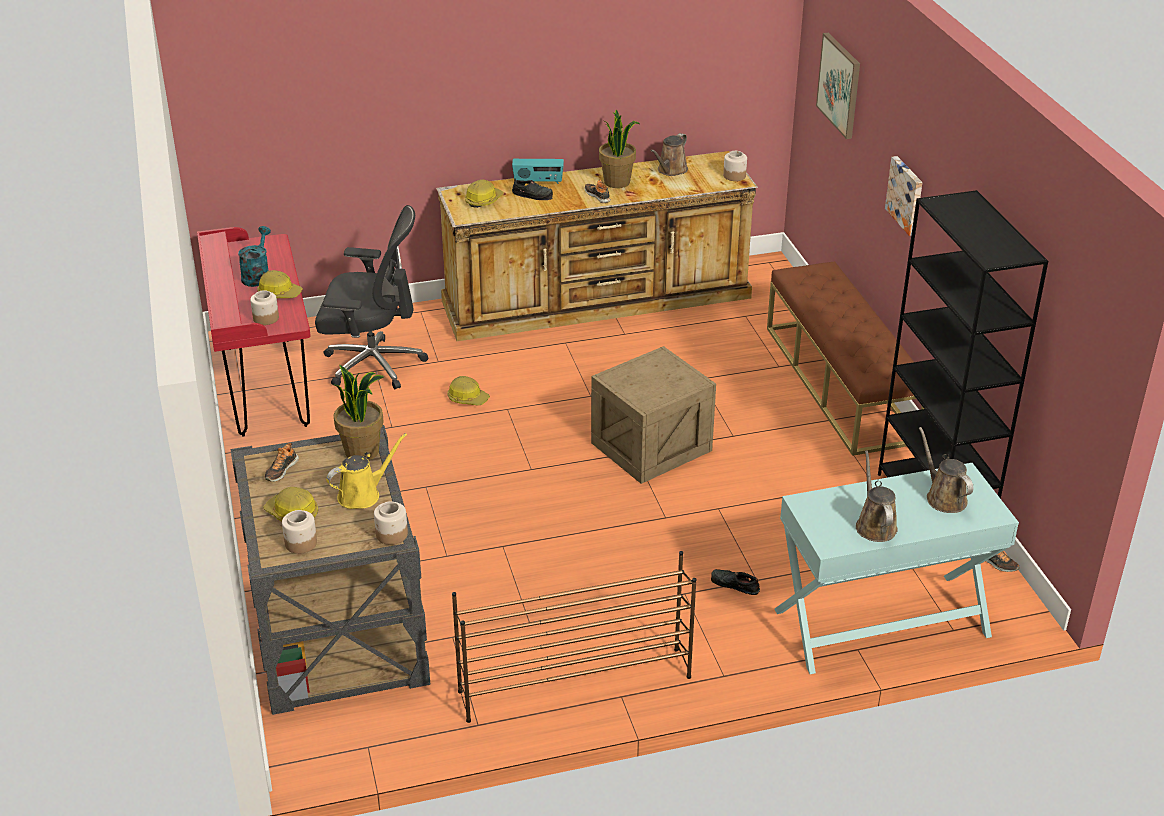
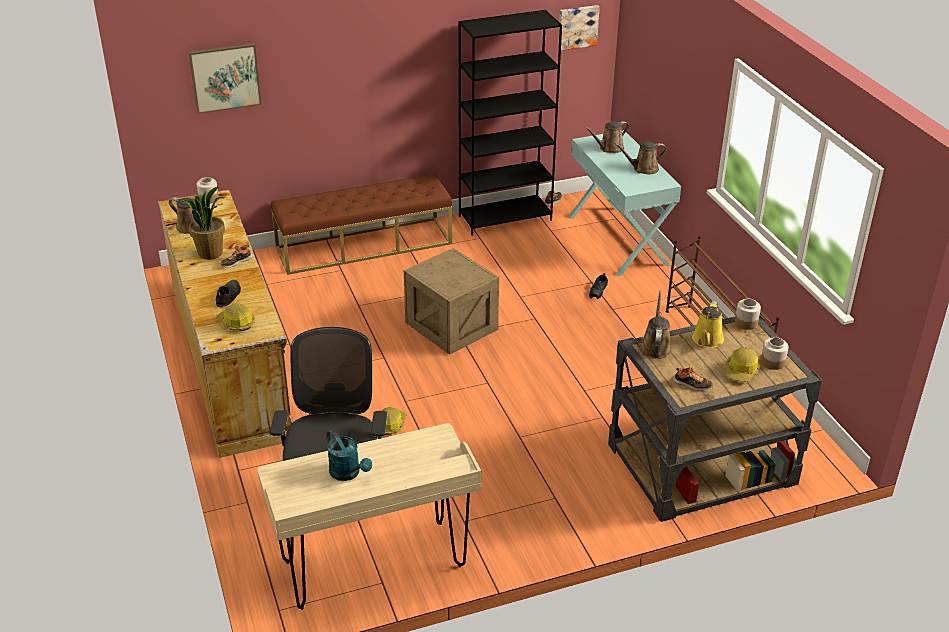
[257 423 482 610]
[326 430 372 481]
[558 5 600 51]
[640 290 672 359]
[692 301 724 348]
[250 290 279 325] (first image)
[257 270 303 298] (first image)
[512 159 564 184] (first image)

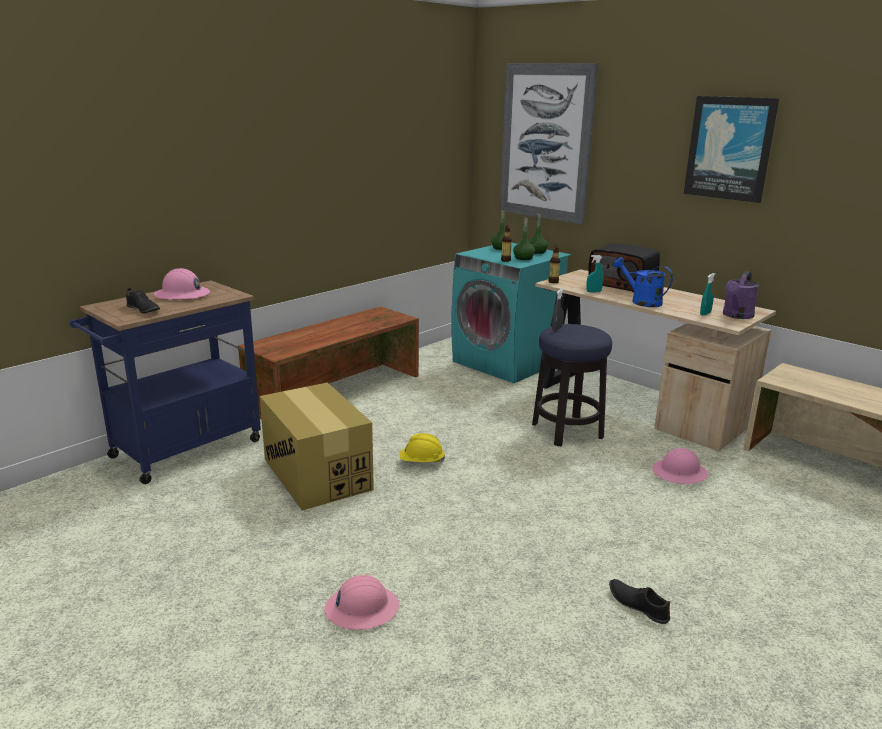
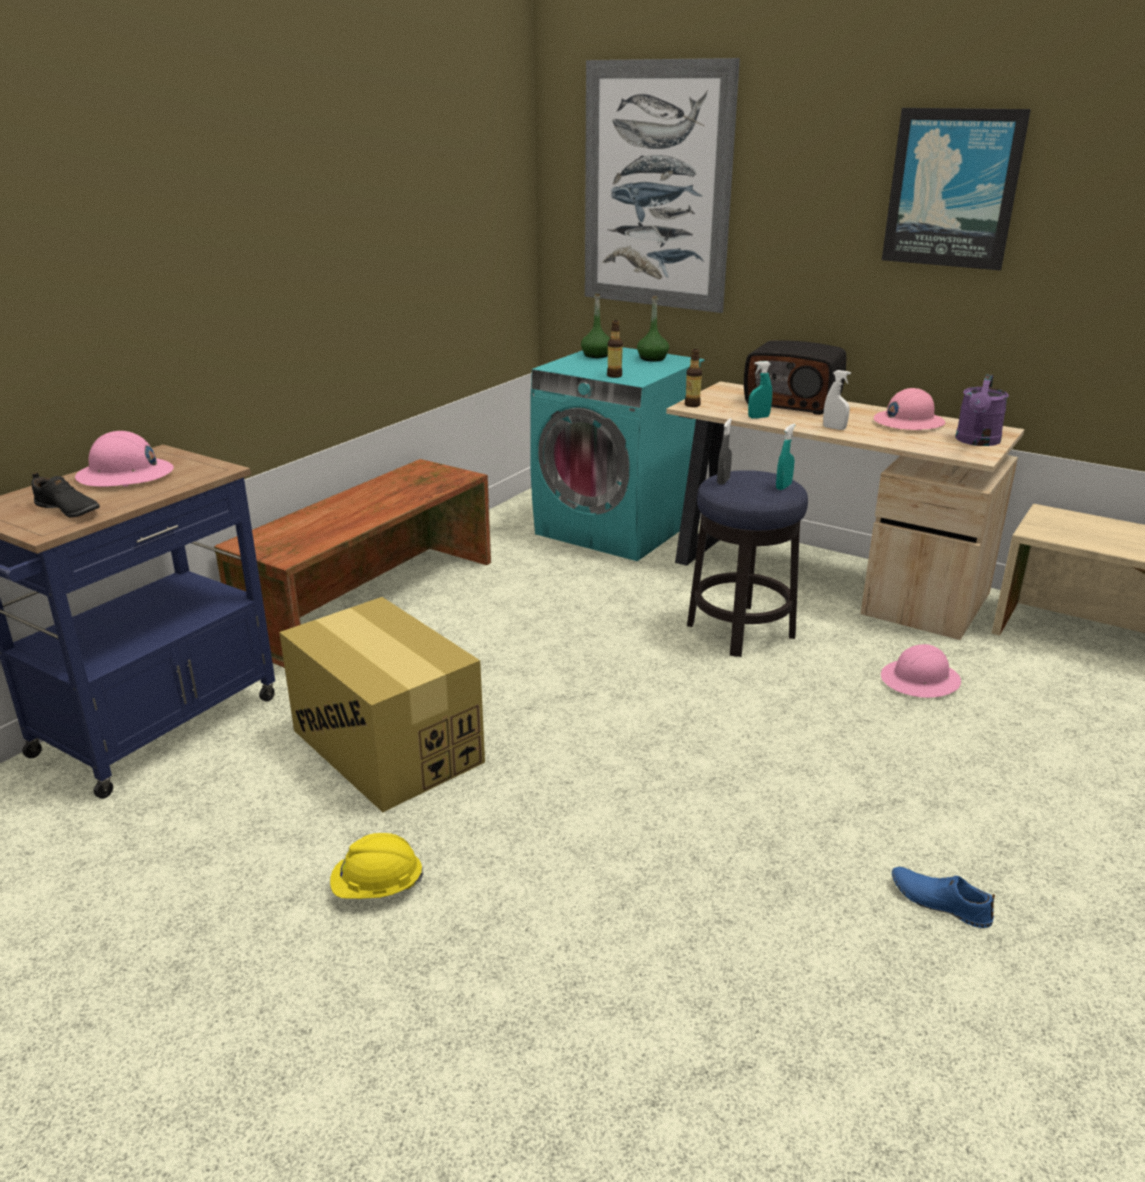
[330 833 424 899]
[776 424 795 490]
[823 370 851 430]
[874 388 945 430]
[892 867 995 928]
[513 216 535 260] (first image)

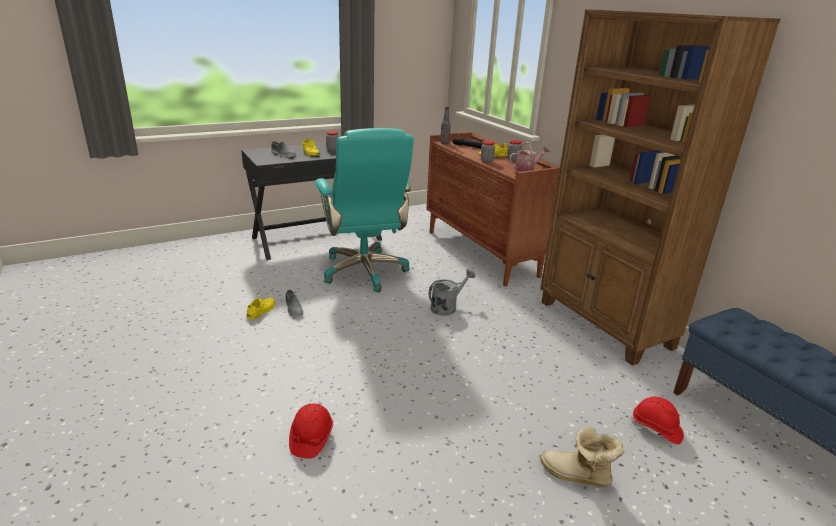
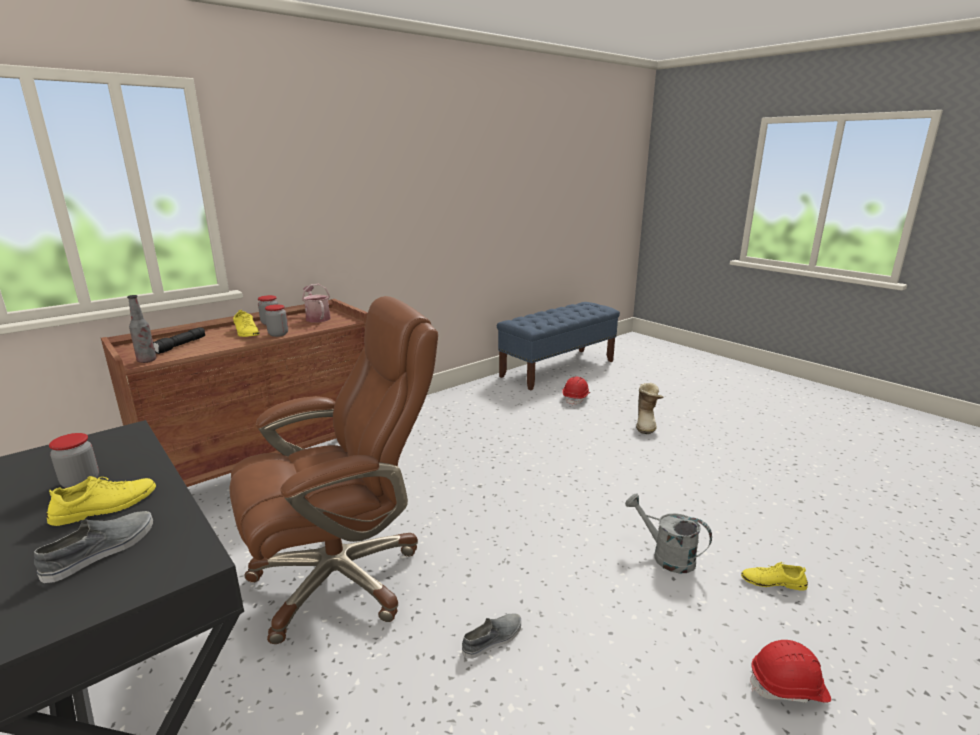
[230 296 438 644]
[625 494 712 573]
[741 562 808 591]
[750 640 831 703]
[540 9 781 366] (first image)

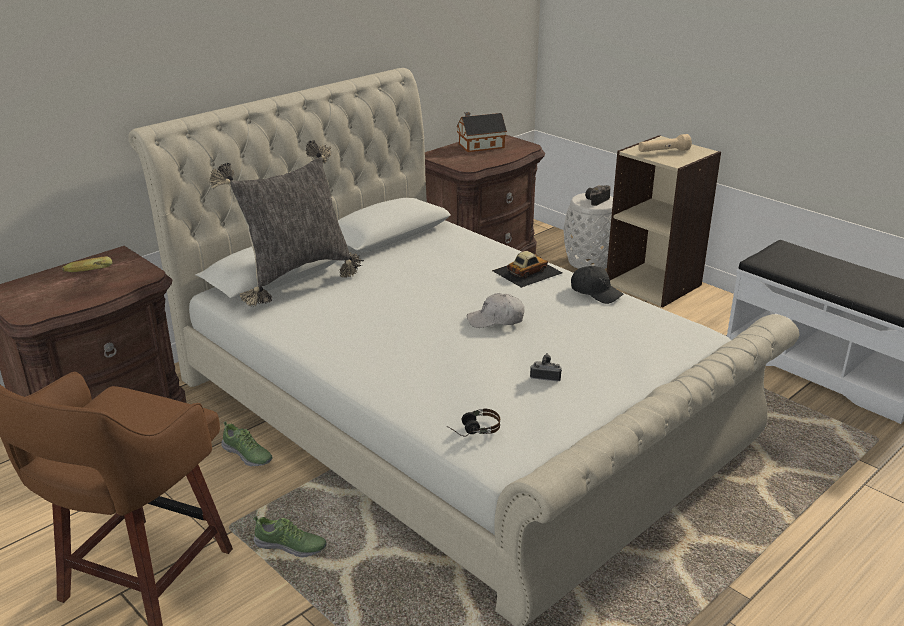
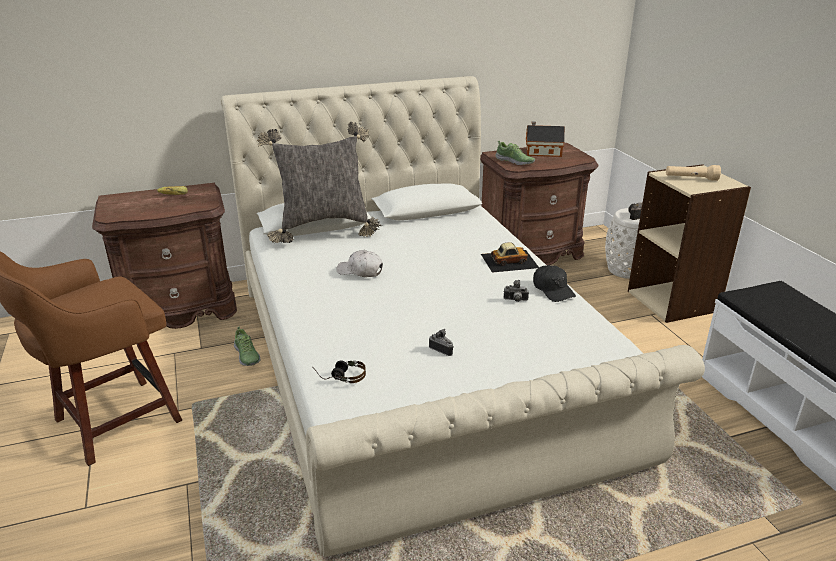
[336 250 383 277]
[495 140 535 165]
[504 280 529 302]

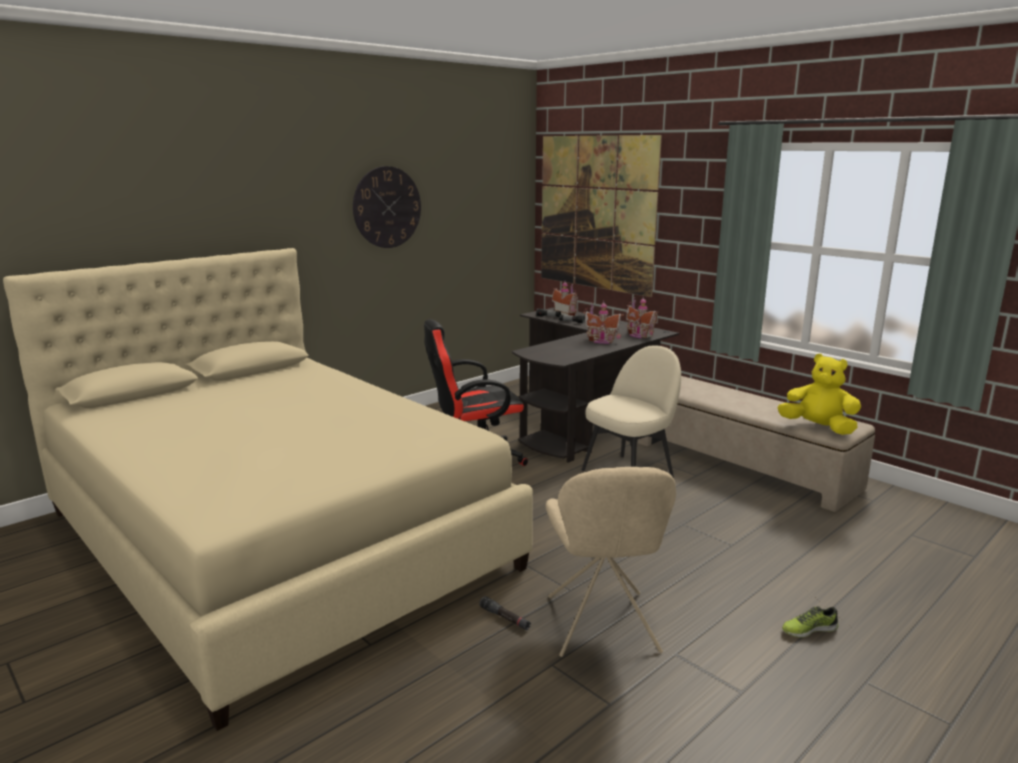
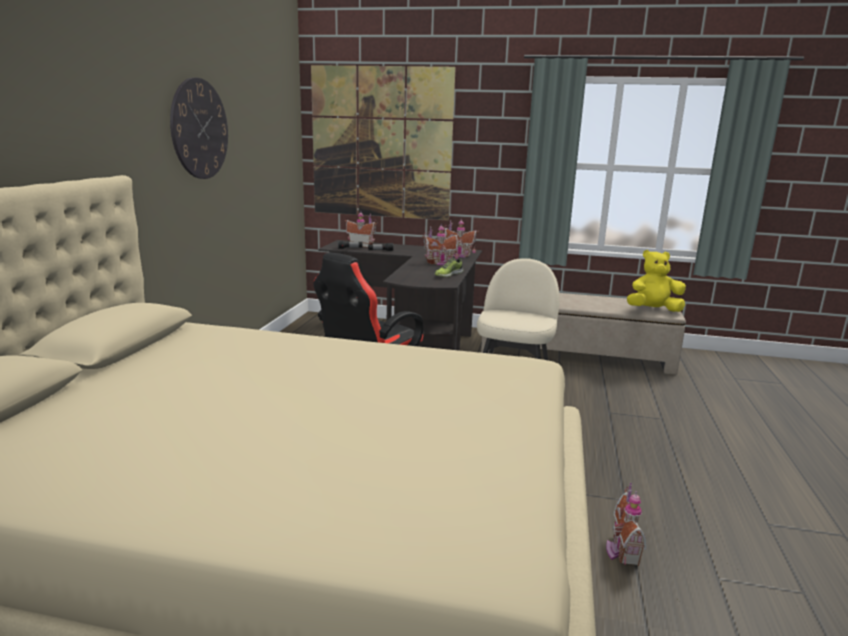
[435 258 463 277]
[606 483 647 566]
[546 467 676 657] (first image)

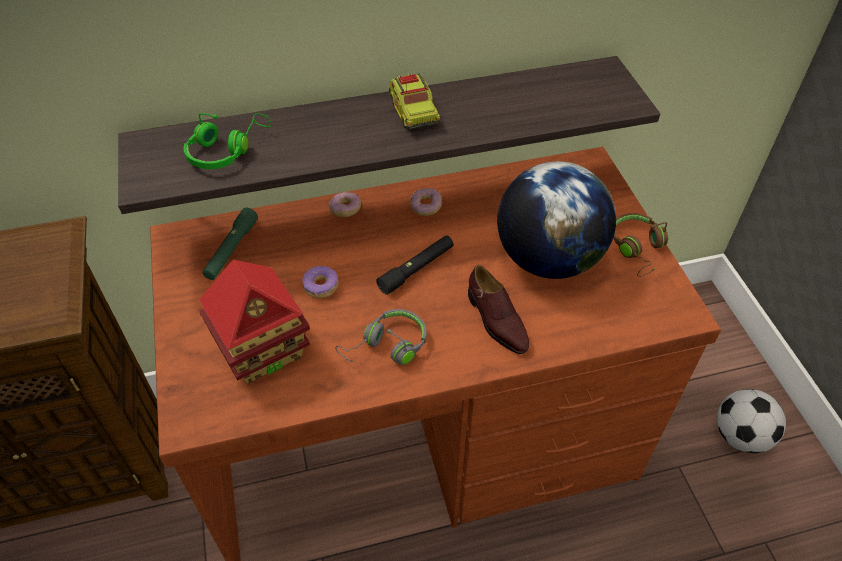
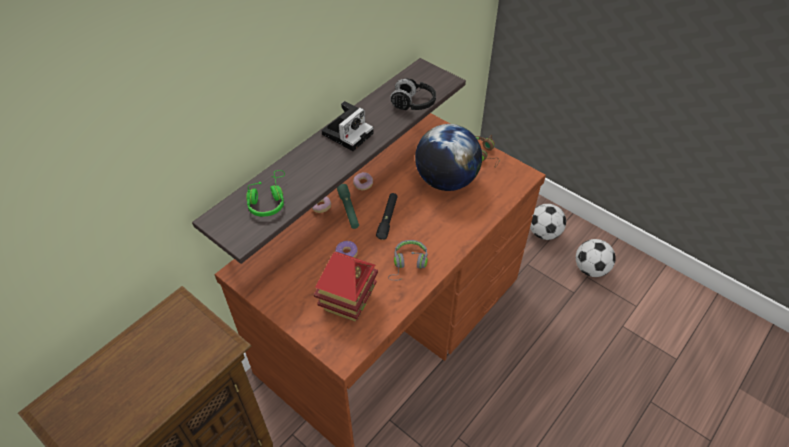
[322 101 373 151]
[337 184 359 229]
[390 78 436 110]
[576 239 616 277]
[468 265 529 354] (first image)

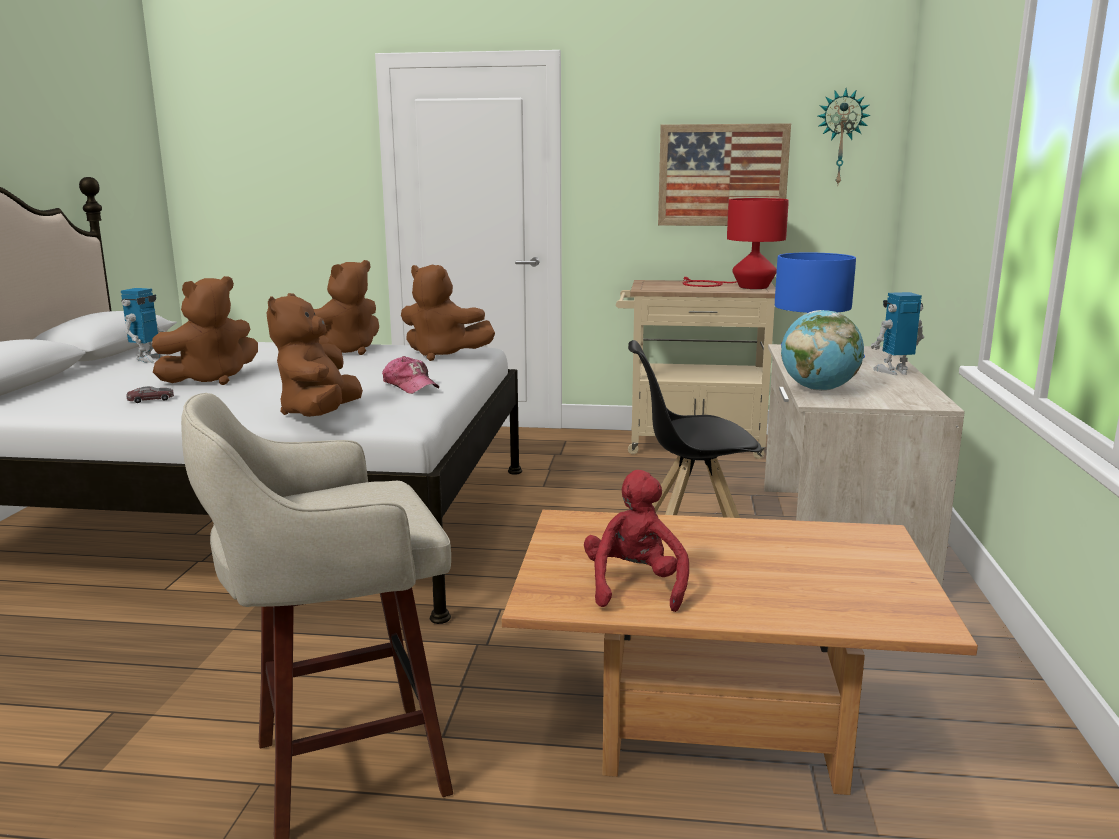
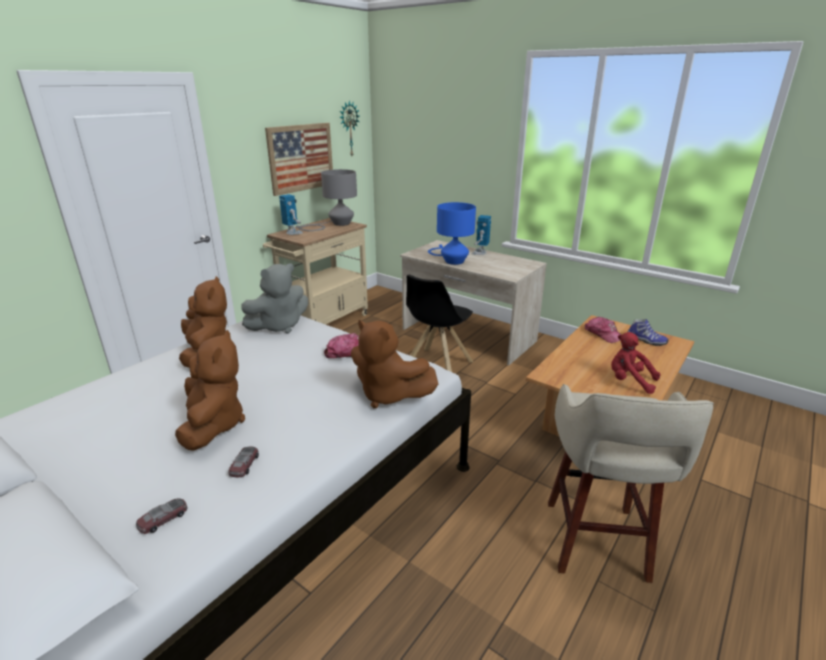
[136 498 187 534]
[241 264 308 334]
[279 194 303 235]
[296 169 357 231]
[585 317 621 343]
[628 319 668 346]
[781 310 864 391] (first image)

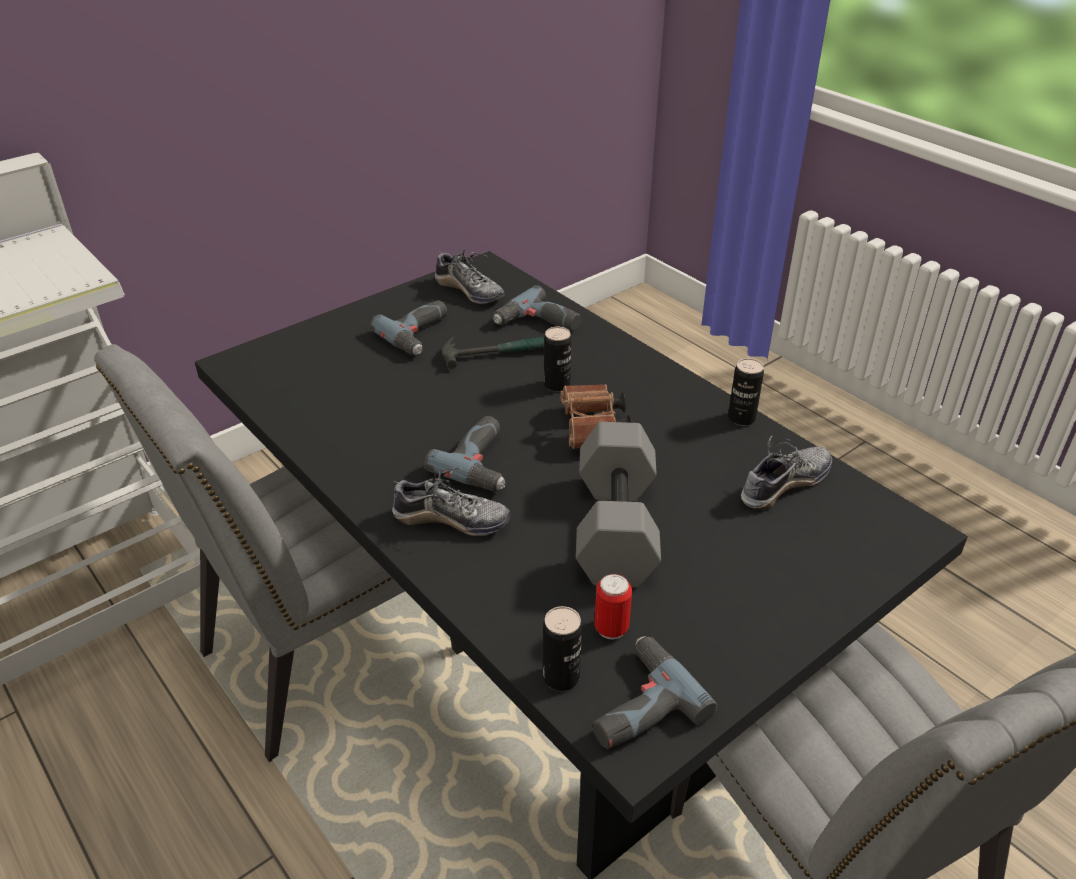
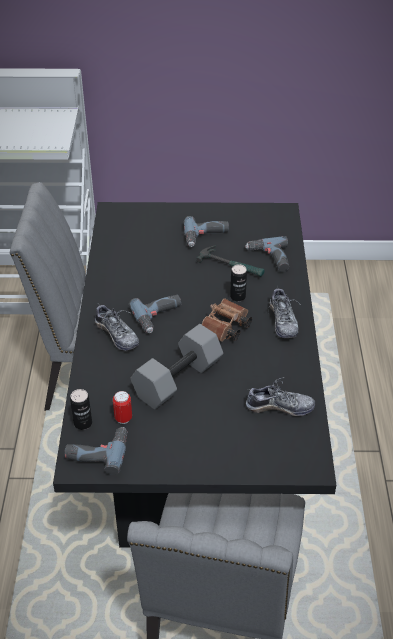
[268 289 301 338]
[728 358 764 426] (first image)

